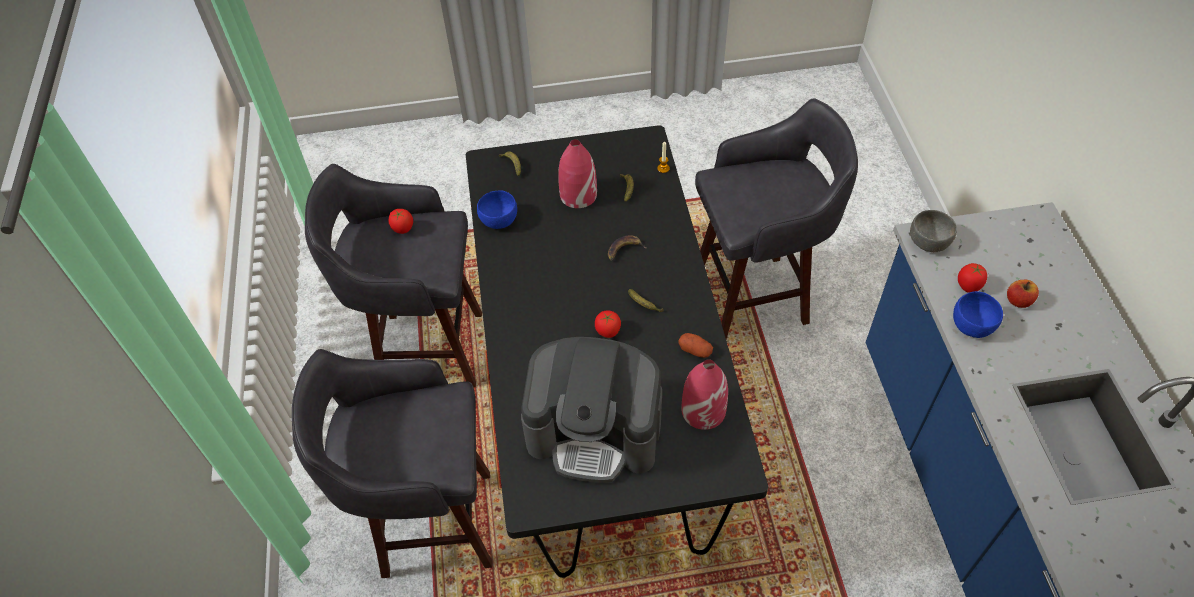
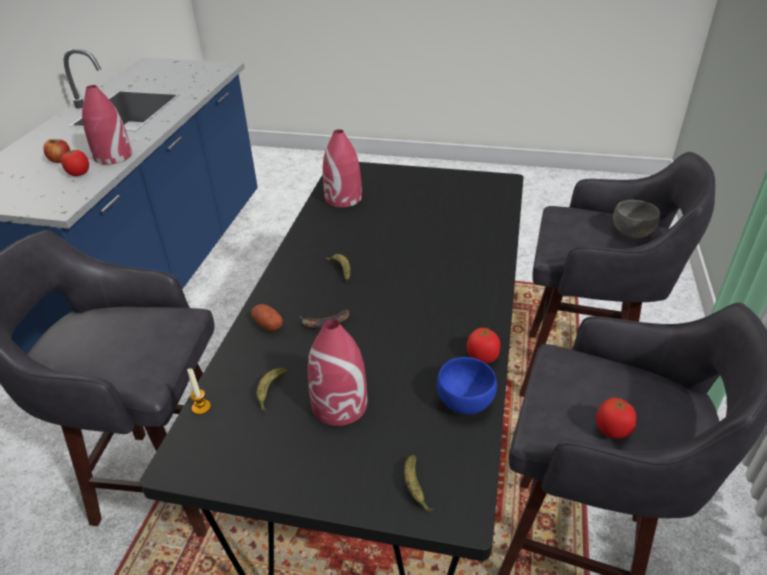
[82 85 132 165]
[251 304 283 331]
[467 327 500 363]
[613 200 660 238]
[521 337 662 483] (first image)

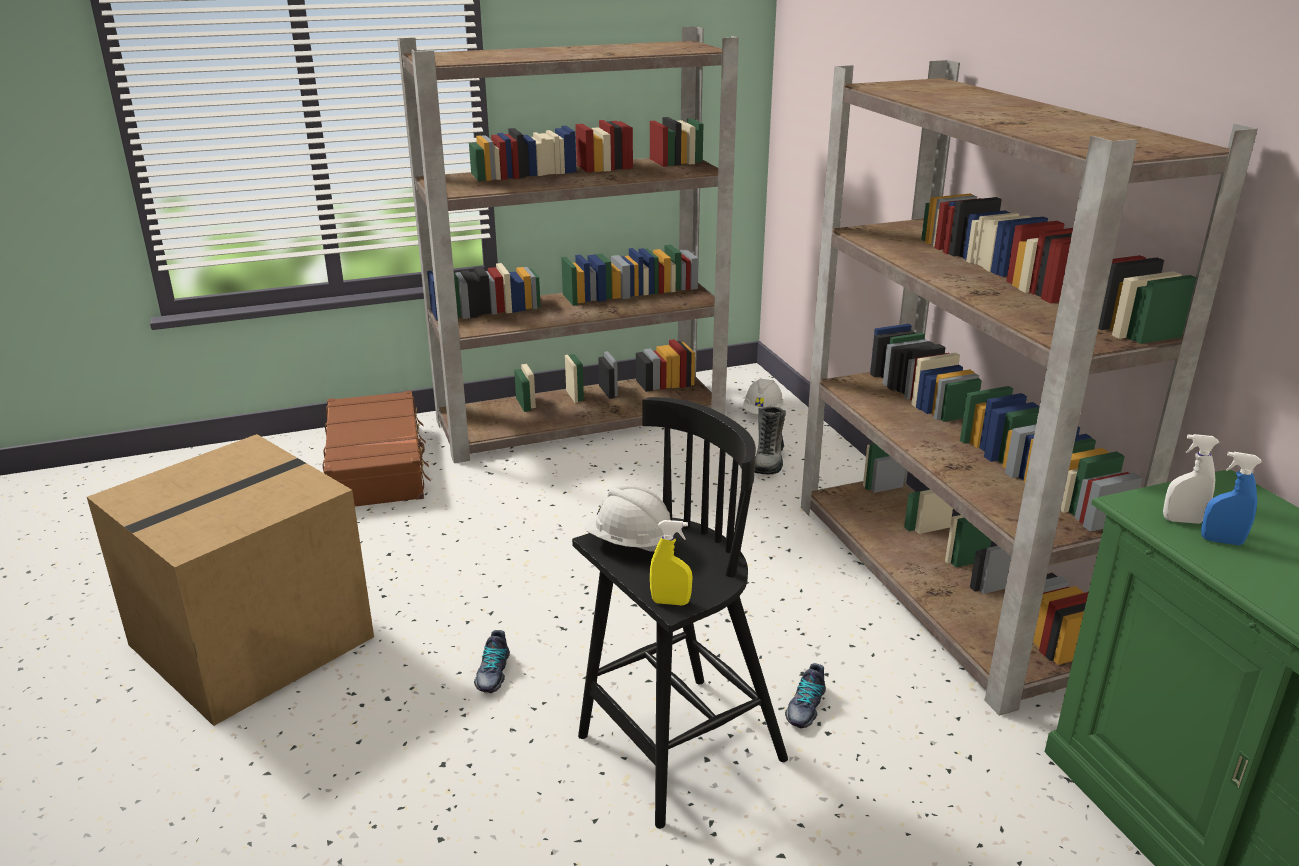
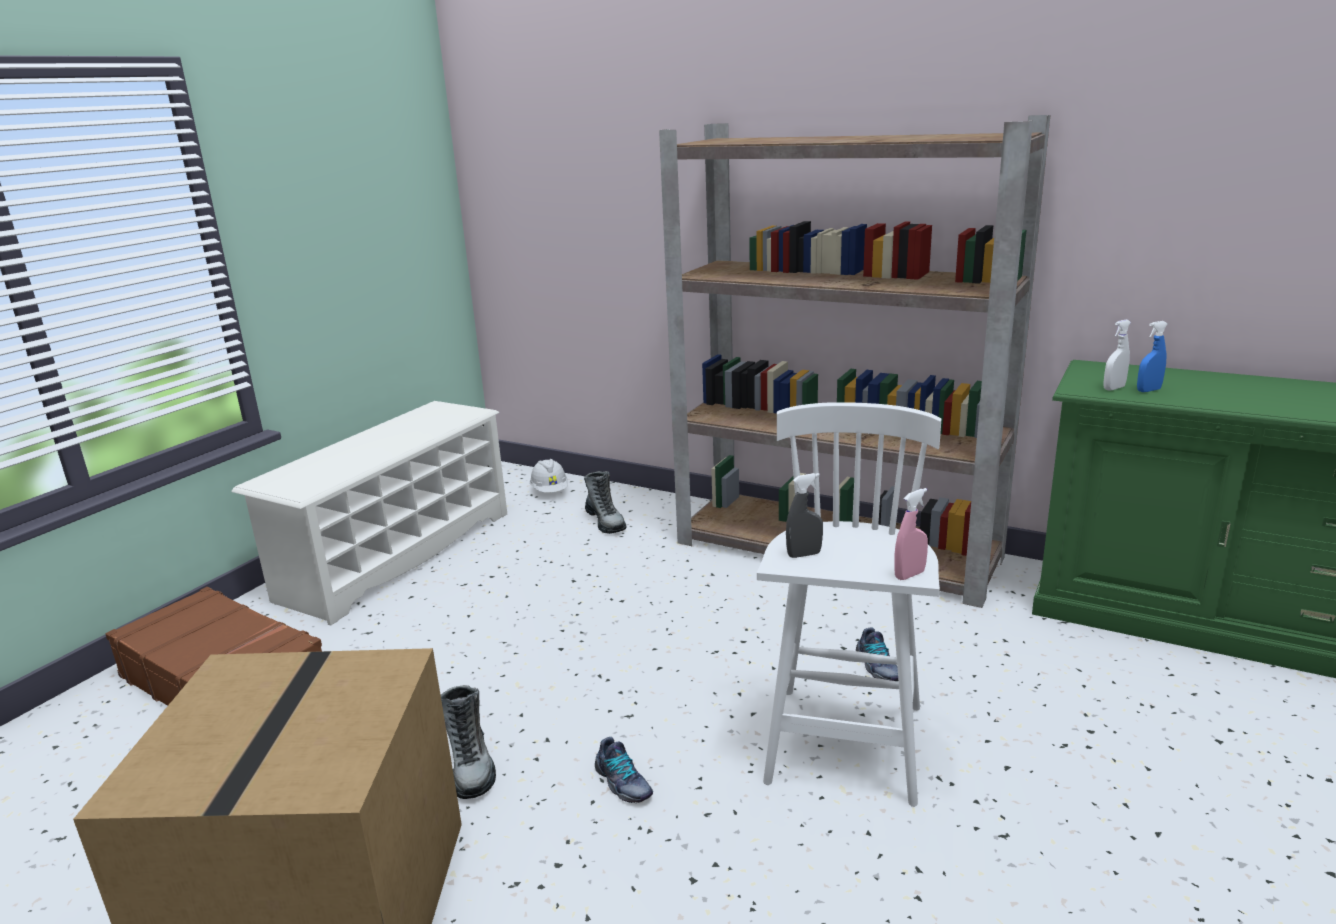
[232 401 507 626]
[441 685 496 799]
[757 402 941 807]
[786 473 823 558]
[894 488 928 580]

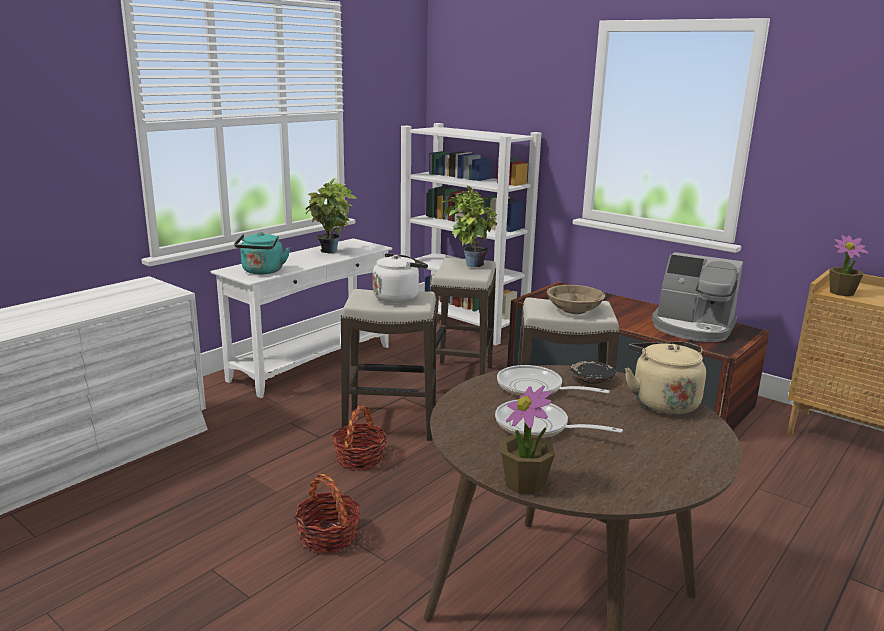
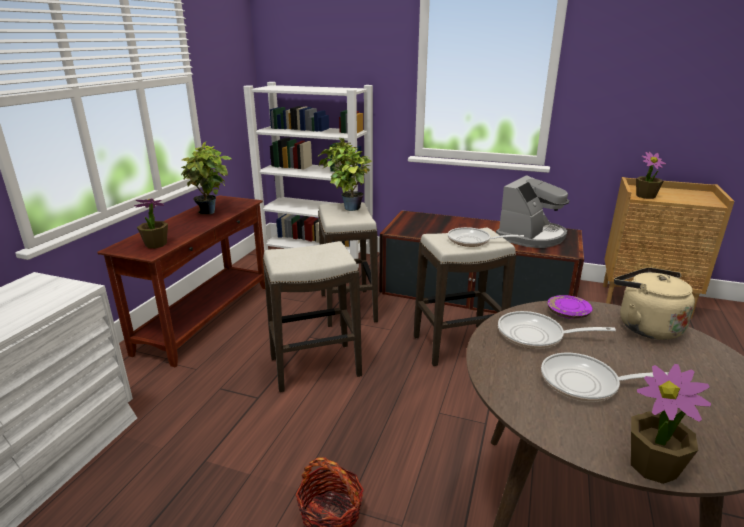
[97 195 265 368]
[134 199 168 248]
[448 227 524 247]
[496 175 569 248]
[547 295 592 319]
[333 405 388 470] (first image)
[373 253 428 303] (first image)

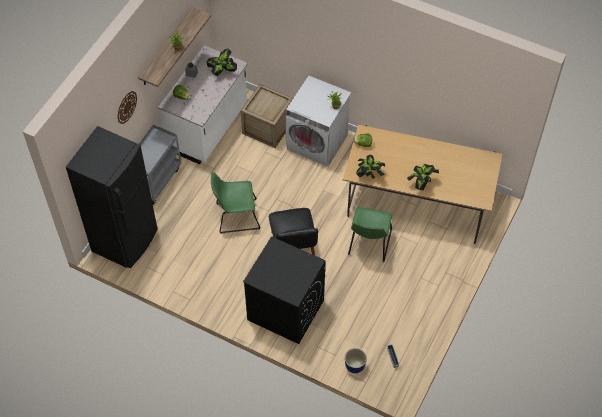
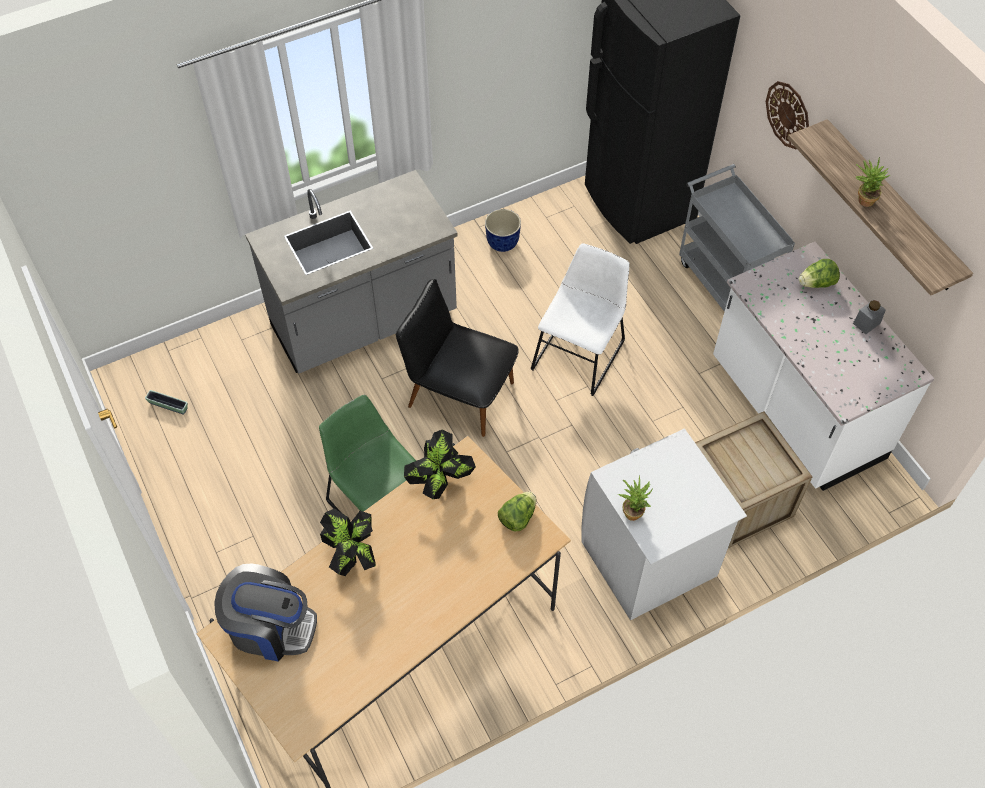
[214 564 317 662]
[245 170 458 373]
[485 209 521 252]
[531 243 630 396]
[206 49 237 76] (first image)

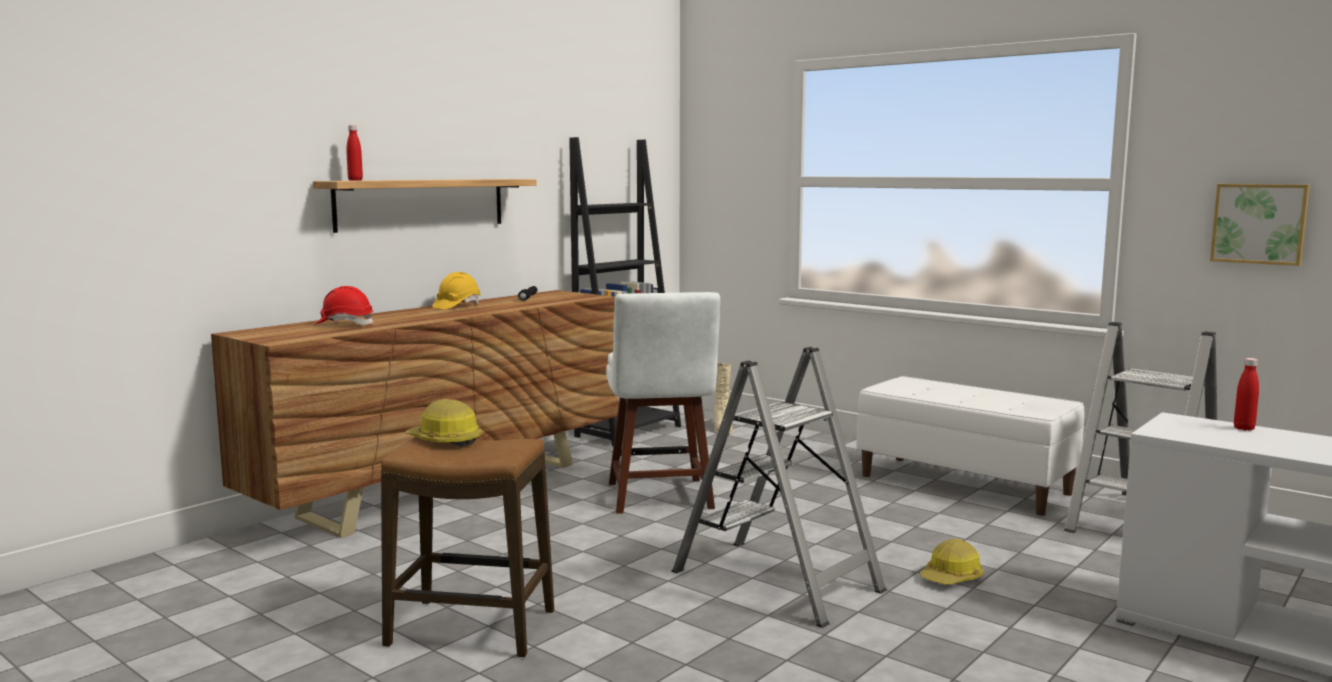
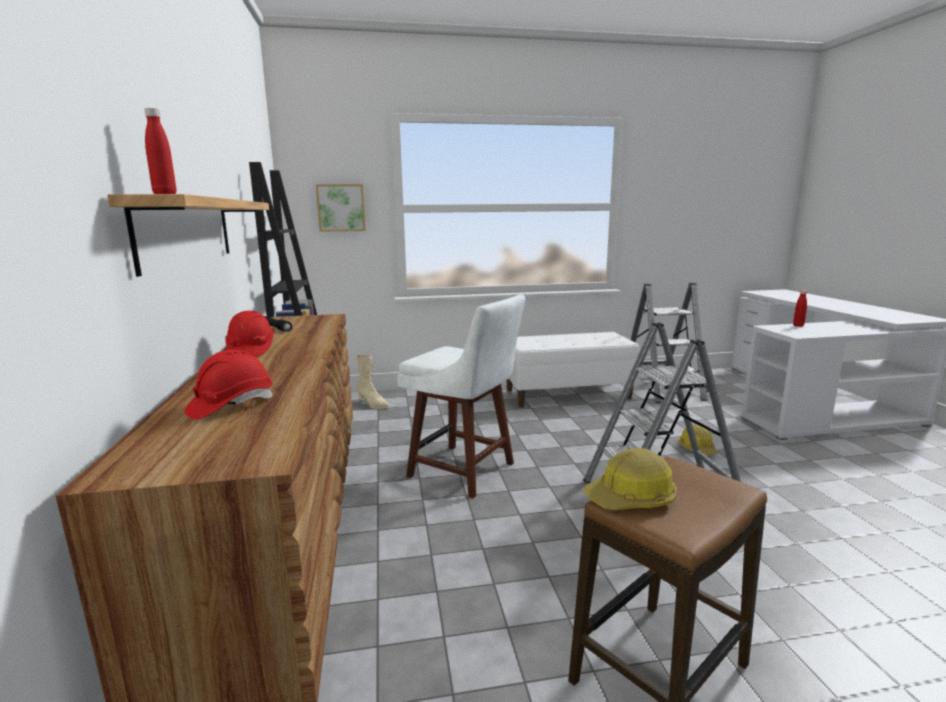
[225 311 274 357]
[316 184 366 232]

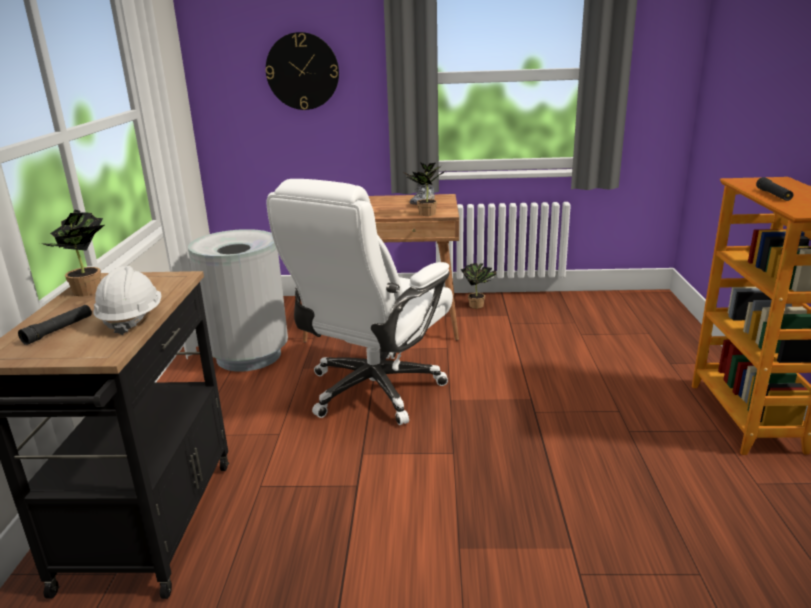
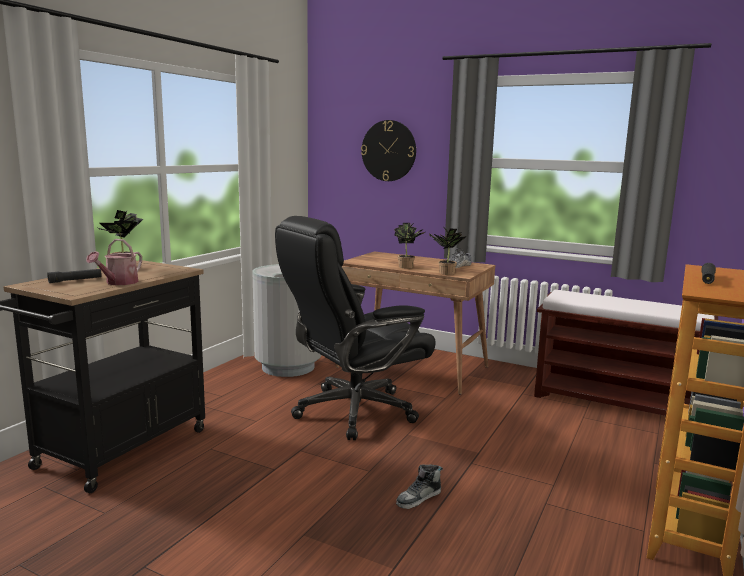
[86 239 142 285]
[275 216 436 440]
[394 223 425 269]
[396 464 443 509]
[534 290 718 416]

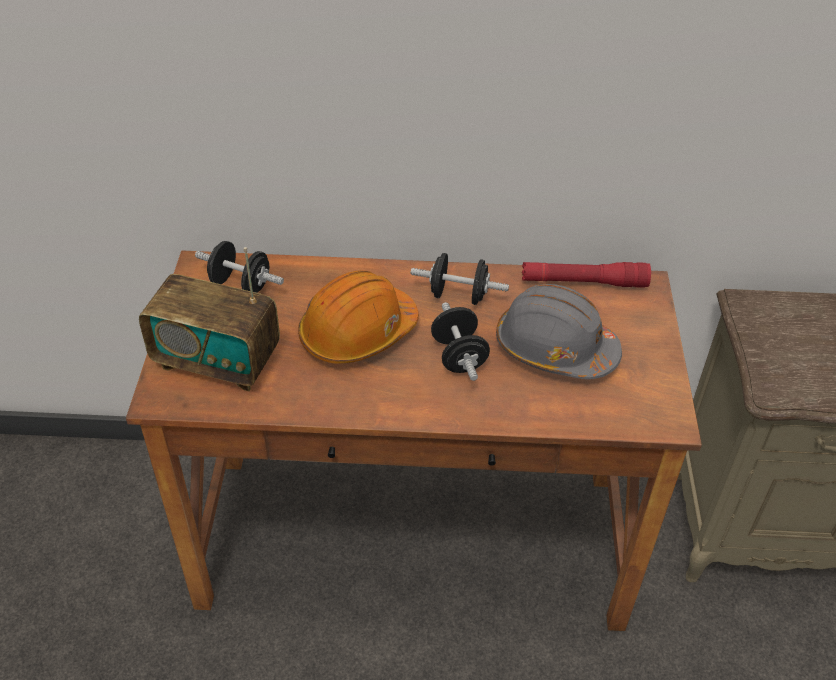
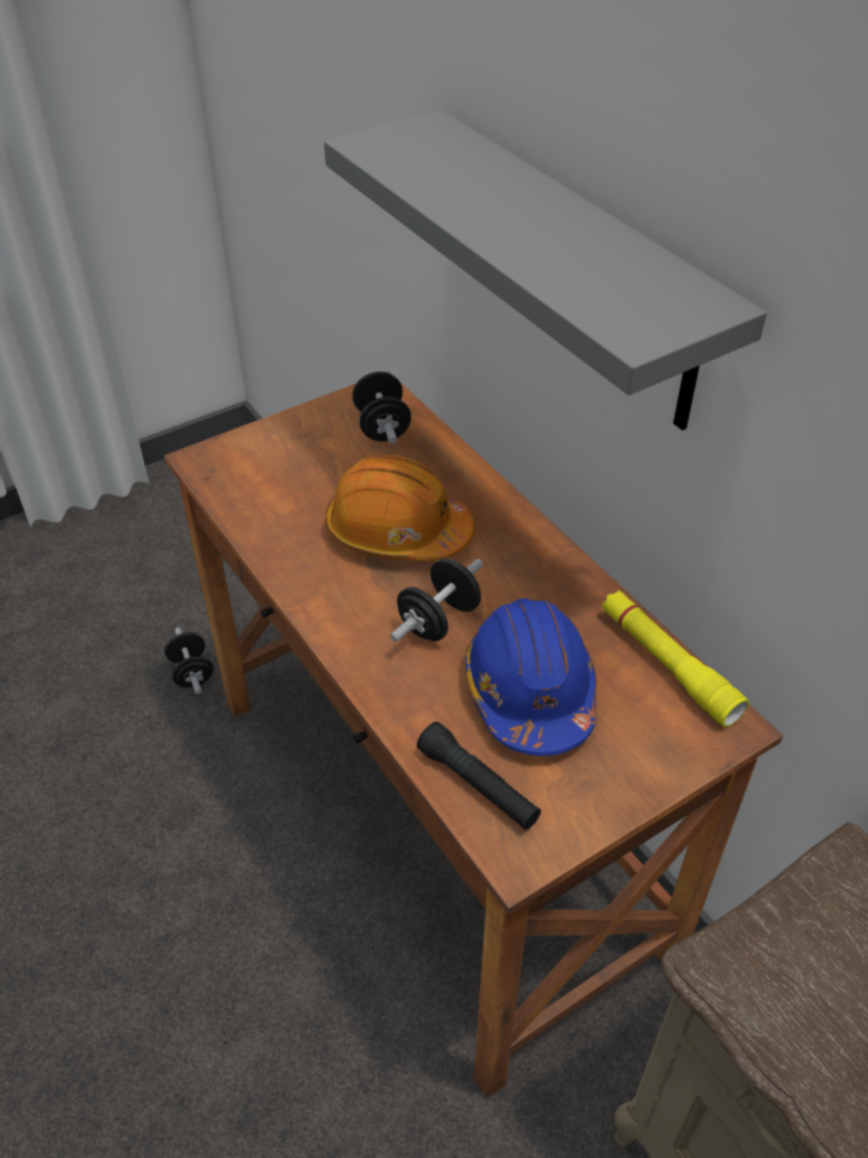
[164 627 213 694]
[324 109 767 431]
[417 722 541 830]
[464 598 597 756]
[602 590 749 727]
[139 247 280 392] (first image)

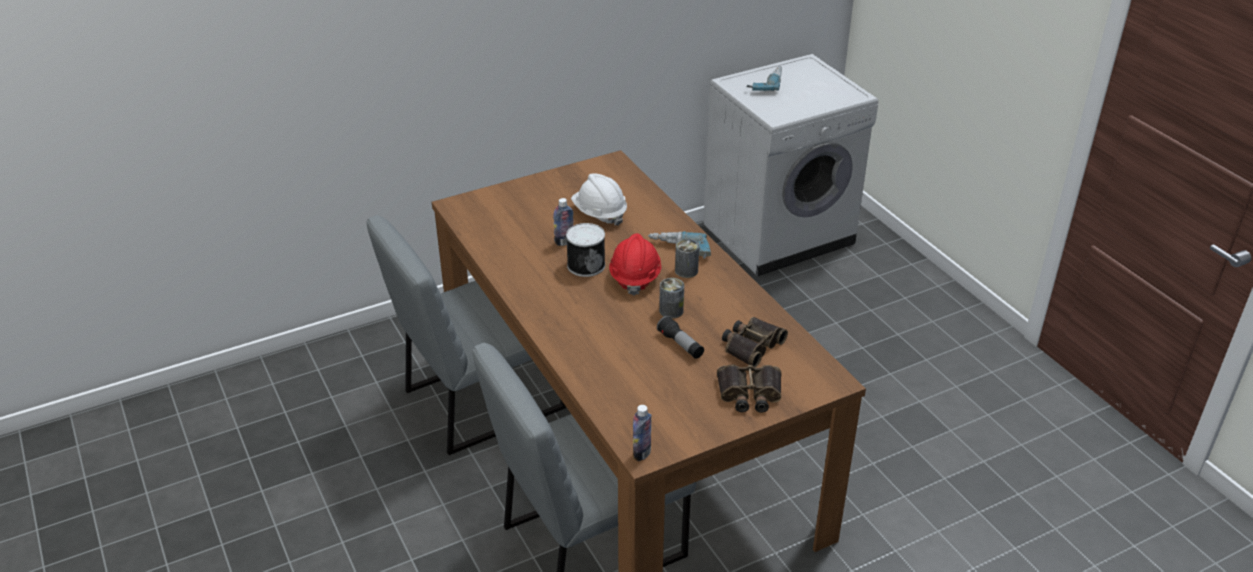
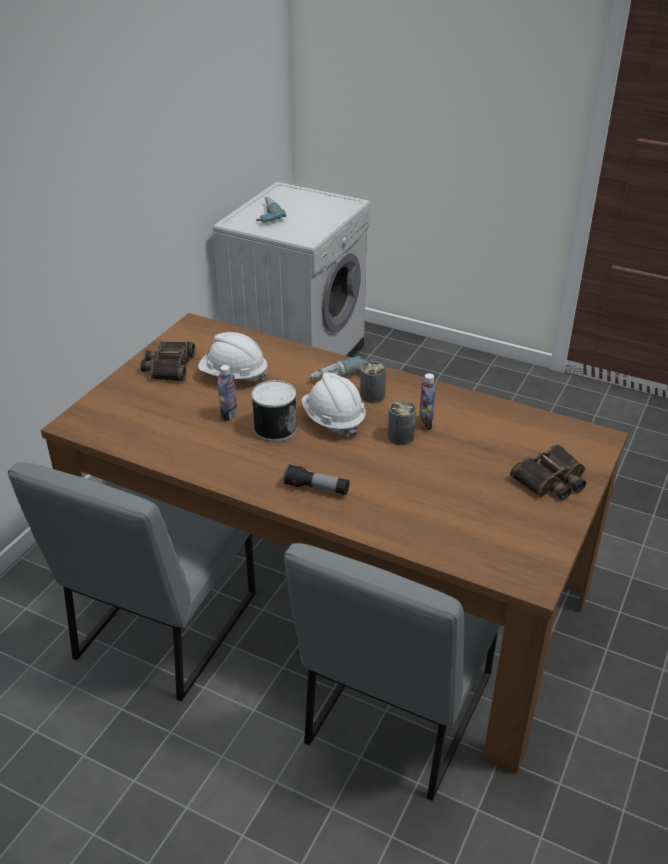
[141 342 195 381]
[283 464 350 495]
[302 372 365 438]
[419 373 436 430]

